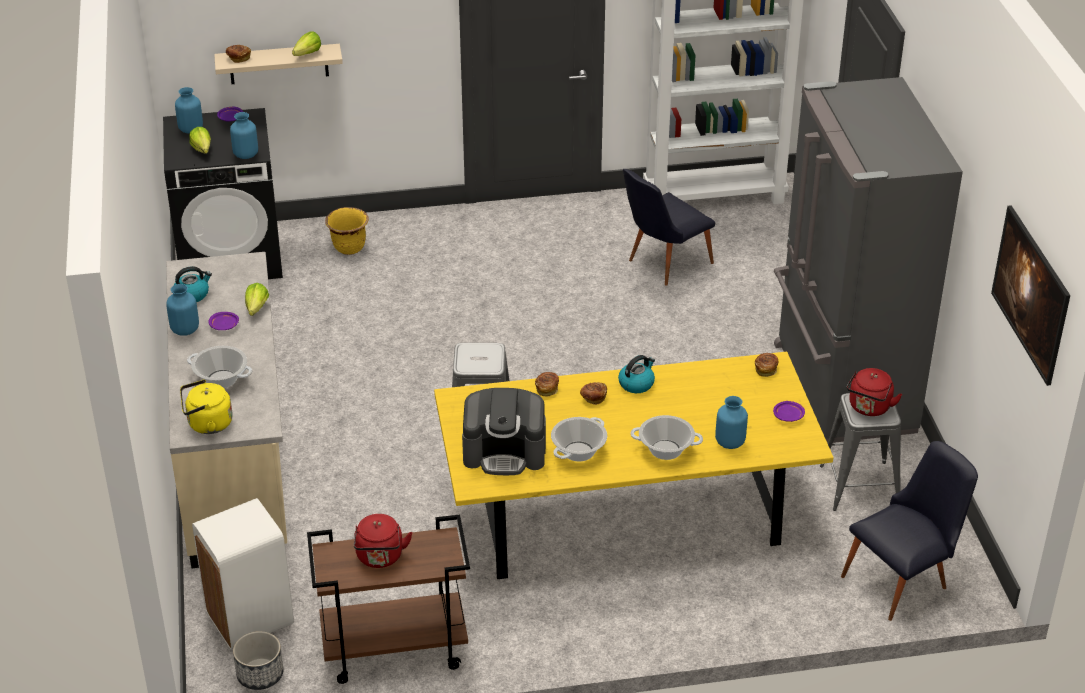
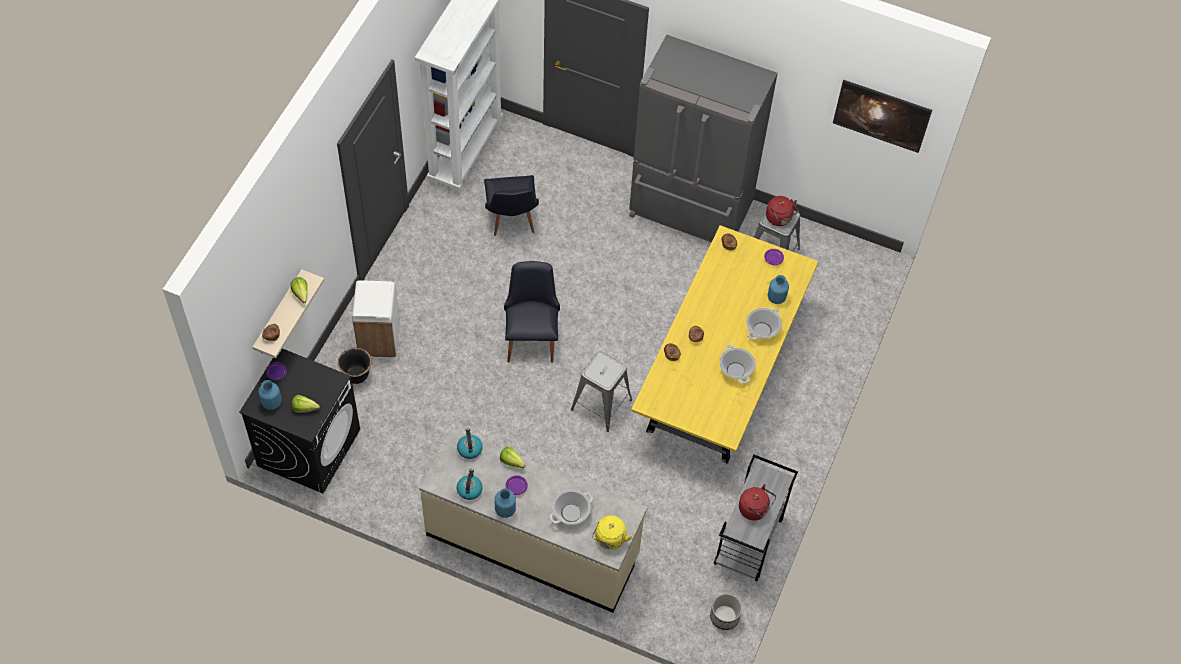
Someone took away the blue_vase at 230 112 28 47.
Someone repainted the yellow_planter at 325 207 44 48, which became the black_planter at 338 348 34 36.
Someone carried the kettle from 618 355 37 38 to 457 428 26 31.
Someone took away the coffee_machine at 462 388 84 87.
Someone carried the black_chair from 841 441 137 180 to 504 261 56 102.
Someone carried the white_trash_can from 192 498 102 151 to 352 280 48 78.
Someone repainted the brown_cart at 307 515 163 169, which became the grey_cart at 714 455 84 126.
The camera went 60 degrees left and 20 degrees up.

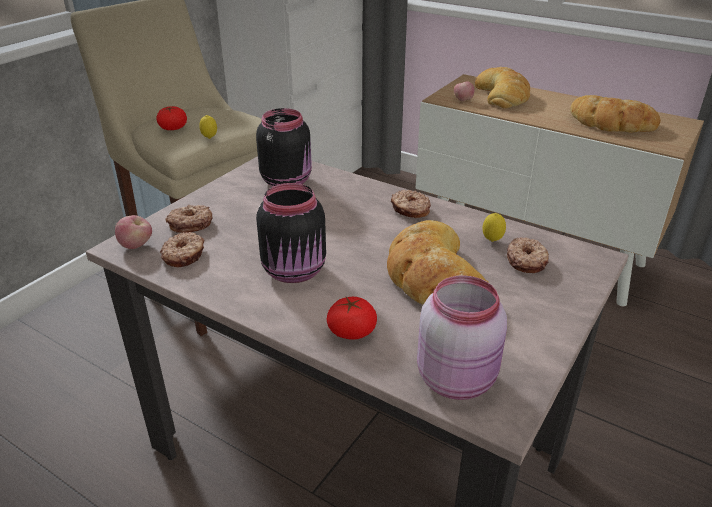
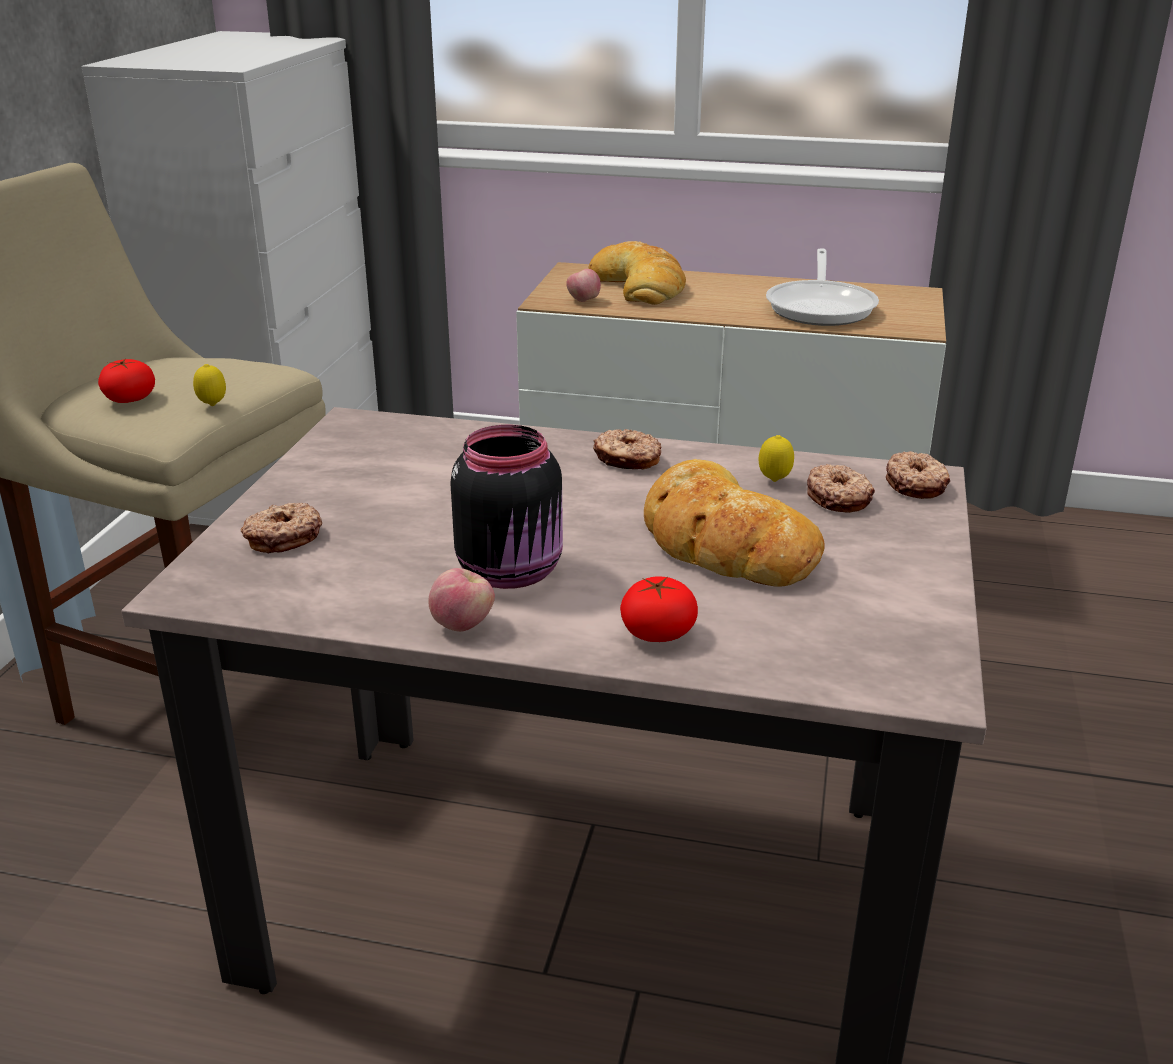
Someone swapped the bread at 570 95 91 38 for the frying_pan at 766 248 113 78.
Someone took away the black_jar at 256 108 56 79.
Someone carried the apple from 115 215 37 34 to 428 568 67 64.
Someone carried the donut from 160 232 44 35 to 886 451 64 48.
Someone took away the pink_jar at 417 275 90 125.
The camera went 20 degrees left and 5 degrees down.

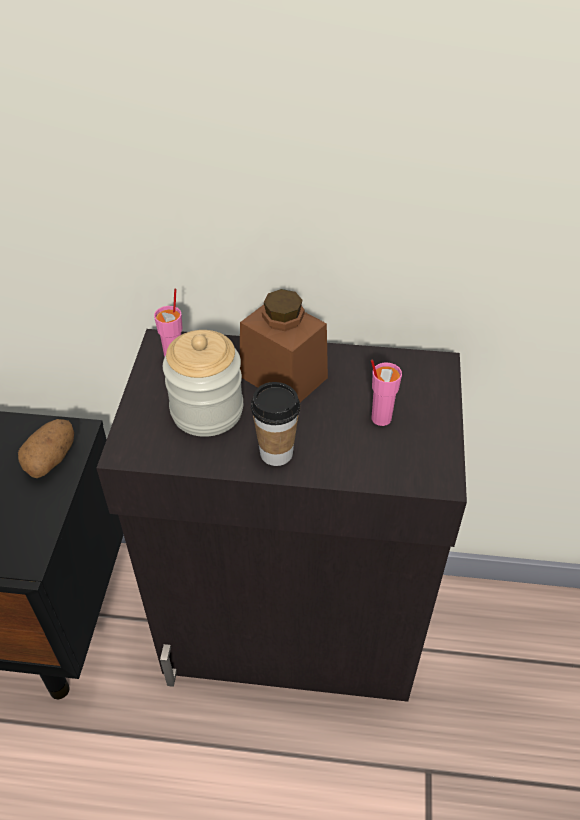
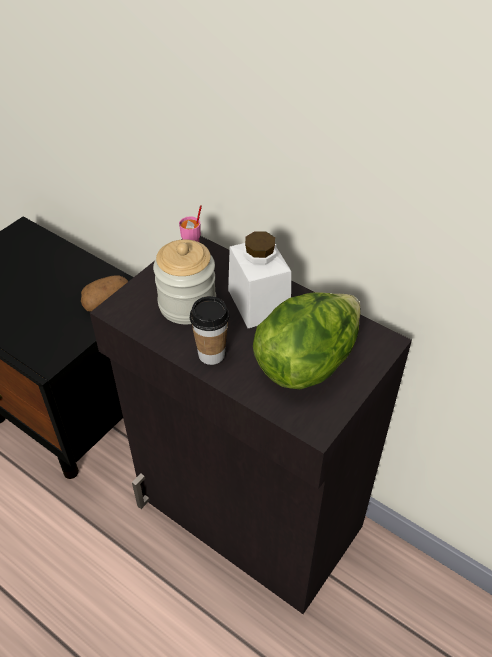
Someone repainted the brown_jar at 240 289 88 113, which became the white_jar at 228 231 63 97.
Someone swapped the pink_cup at 371 360 31 66 for the lettuce at 253 292 108 97.
The camera went 30 degrees right and 0 degrees up.

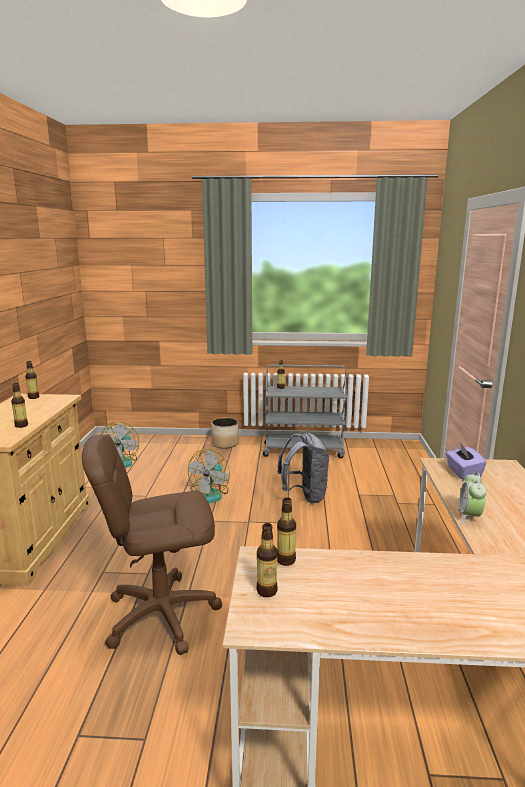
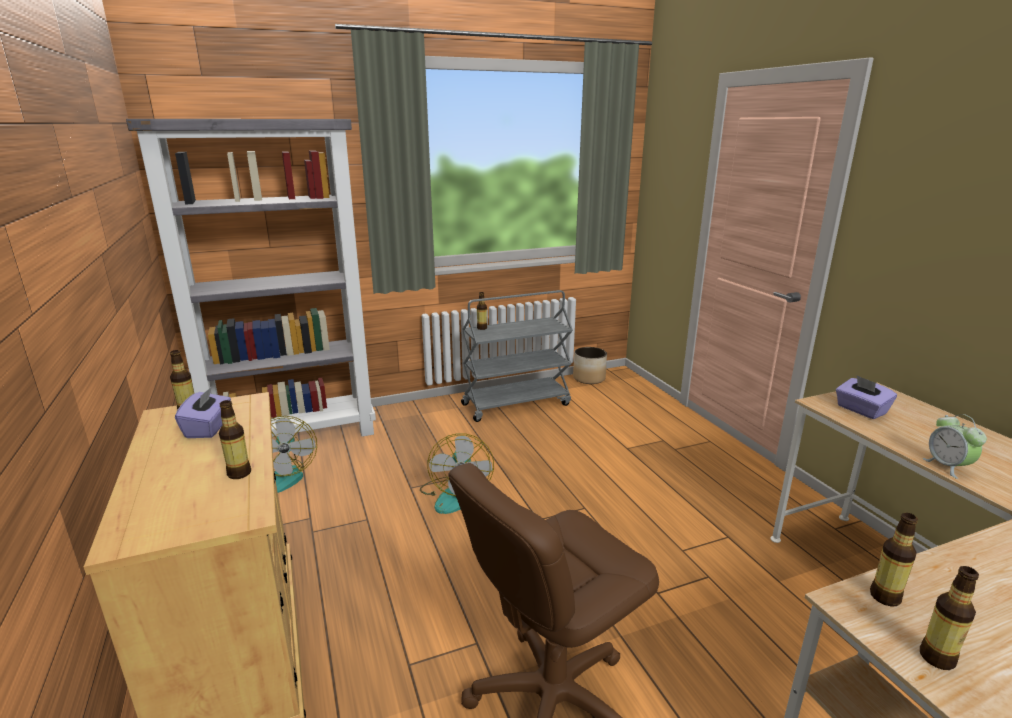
Someone carried the planter from 211 418 28 31 to 573 347 34 37.
Someone took away the grey_backpack at 277 432 52 71.
Someone put down the grey_bookcase at 126 119 250 318.
Someone put down the purple_tissue_box at 175 386 56 52.
The camera went 25 degrees left and 5 degrees up.

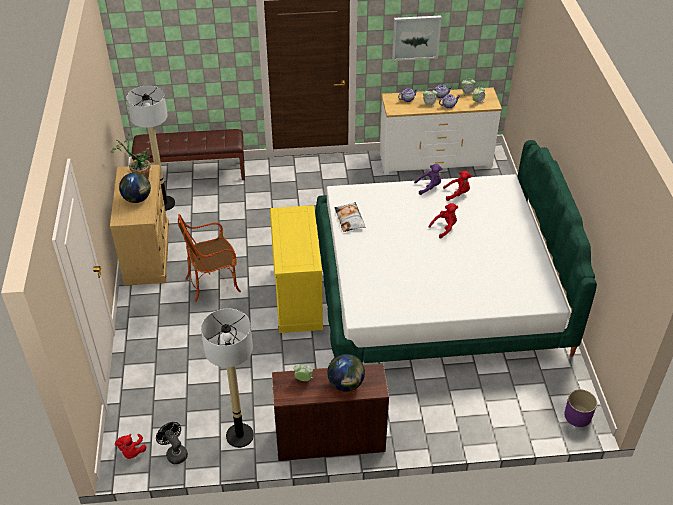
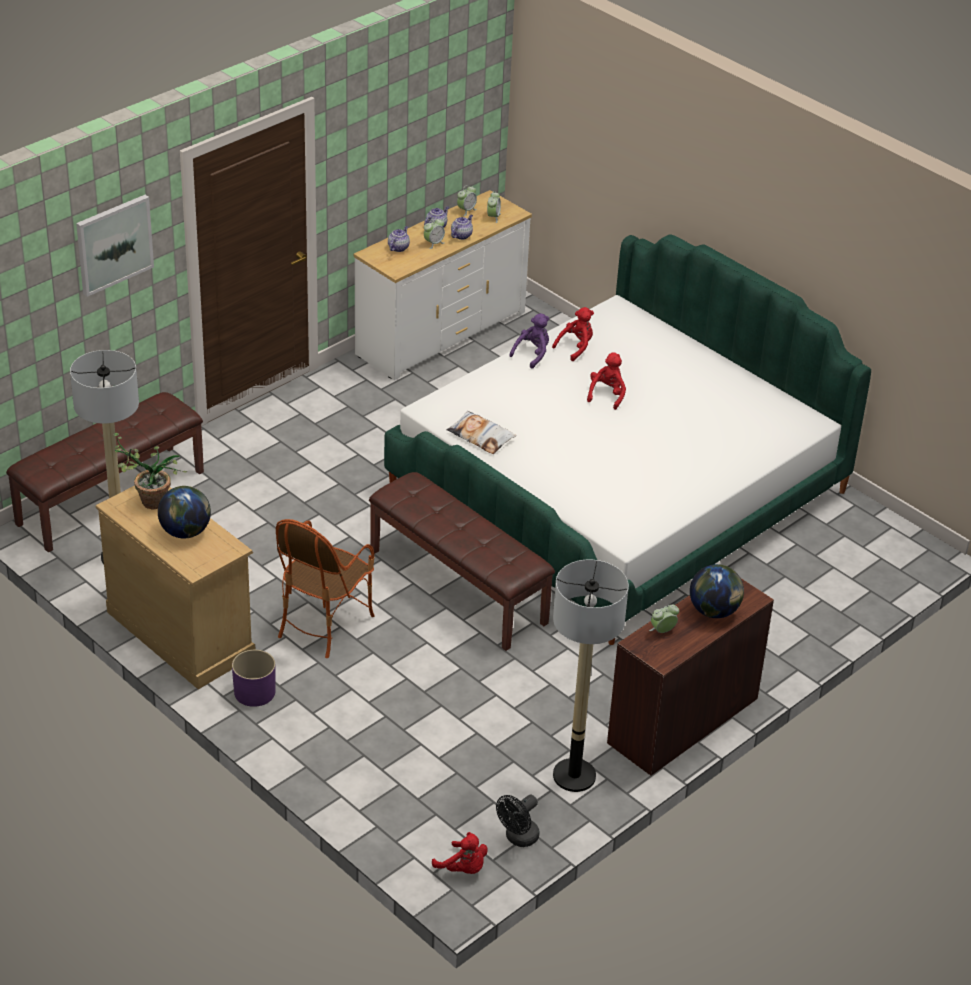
Someone carried the picture from 392 15 50 46 to 76 195 78 102.
Someone swapped the yellow_dresser at 270 205 53 128 for the brown_bench at 369 472 186 179.
Someone carried the purple_planter from 564 389 33 38 to 232 650 44 57.
Someone rotated the black_fan at 156 422 32 42 by 60 degrees counterclockwise.
The camera went 40 degrees left and 5 degrees down.

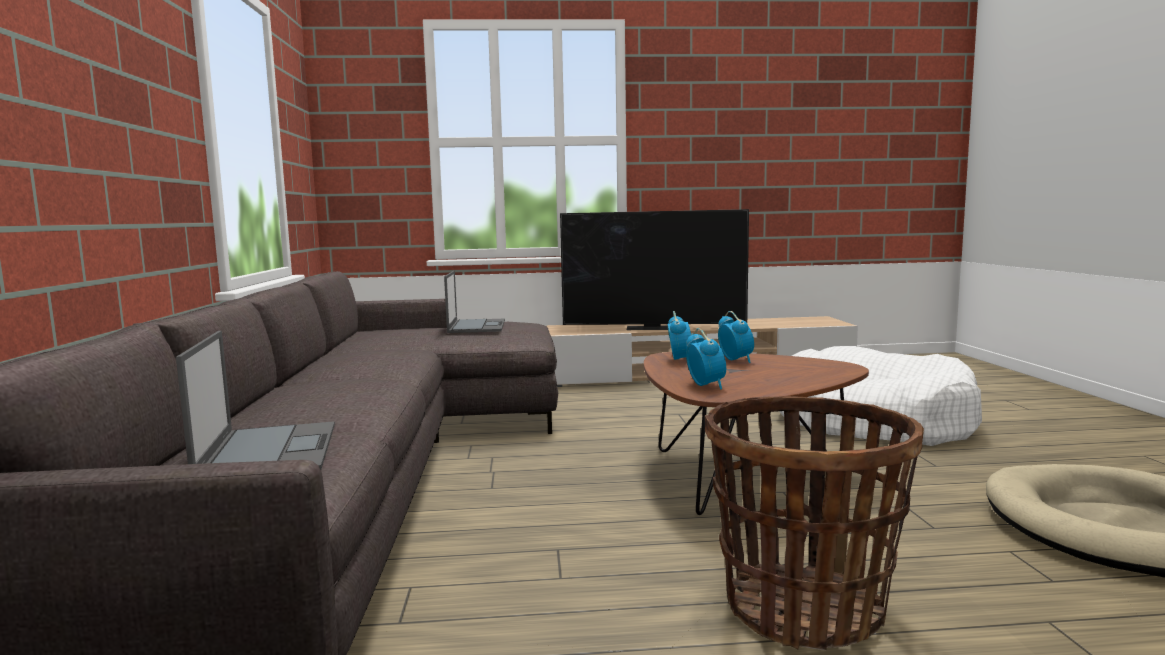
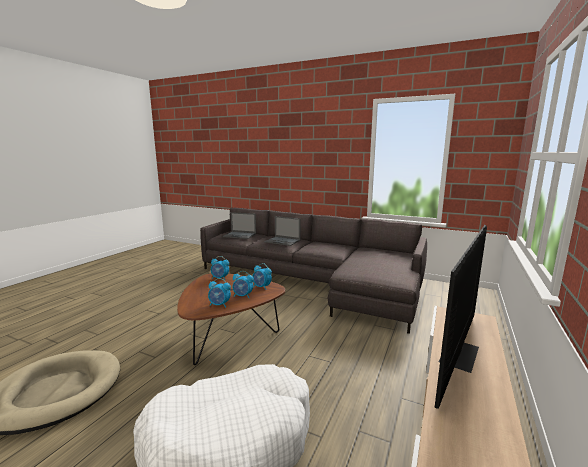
Someone carried the laptop from 444 271 61 62 to 264 216 37 30.
Someone took away the basket at 705 396 219 254.
Someone put down the alarm_clock at 208 278 23 29.
The camera went 120 degrees right and 5 degrees up.

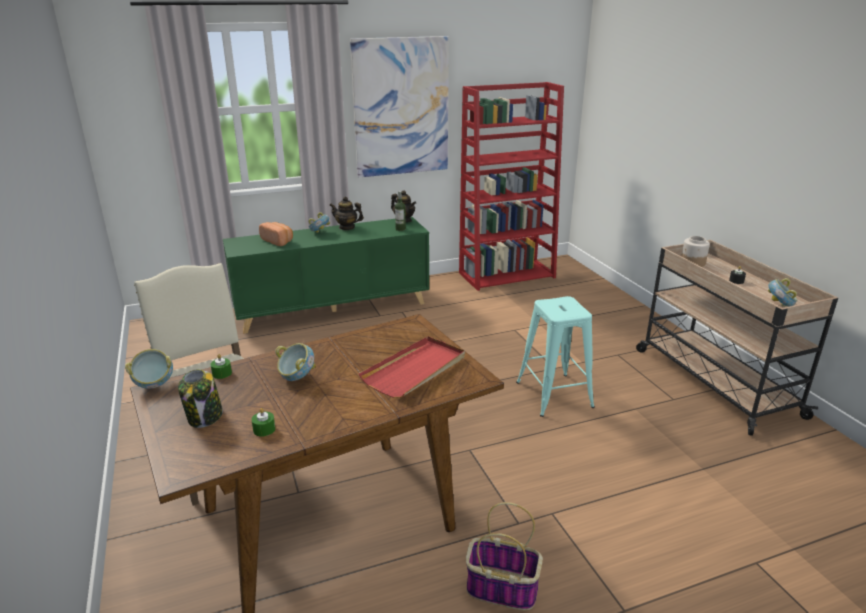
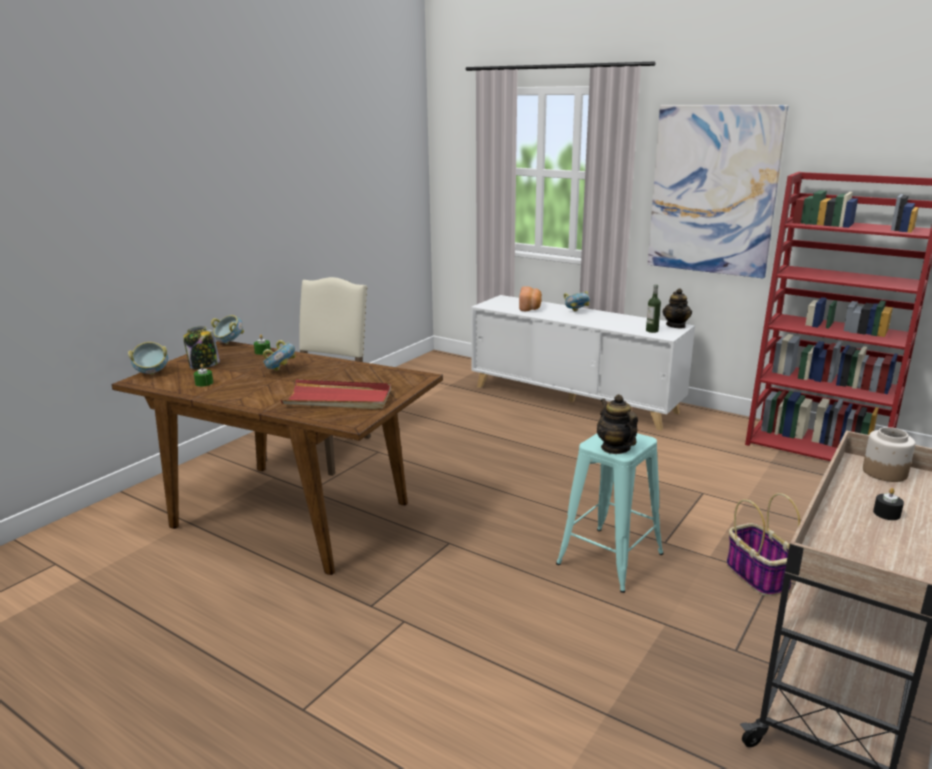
Someone carried the teapot from 329 196 35 34 to 597 394 41 60.
Someone repainted the green_cabinet at 223 217 206 117, which became the white_cabinet at 471 295 224 136.
Someone carried the bowl from 768 278 29 29 to 128 342 40 33.
Someone carried the basket from 466 502 77 108 to 726 493 74 103.
The camera went 55 degrees right and 5 degrees down.

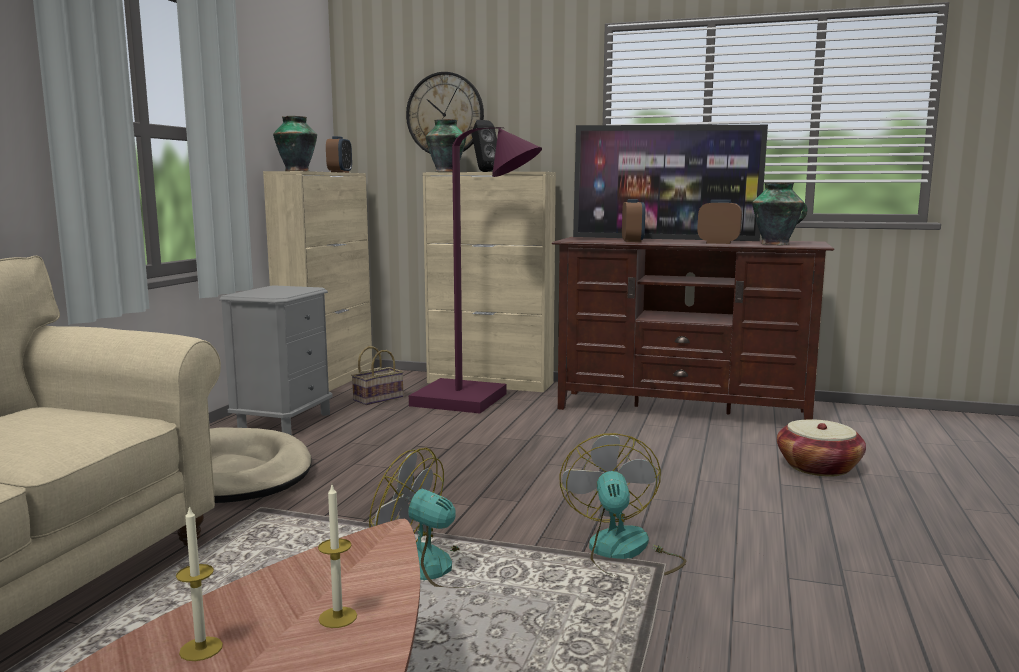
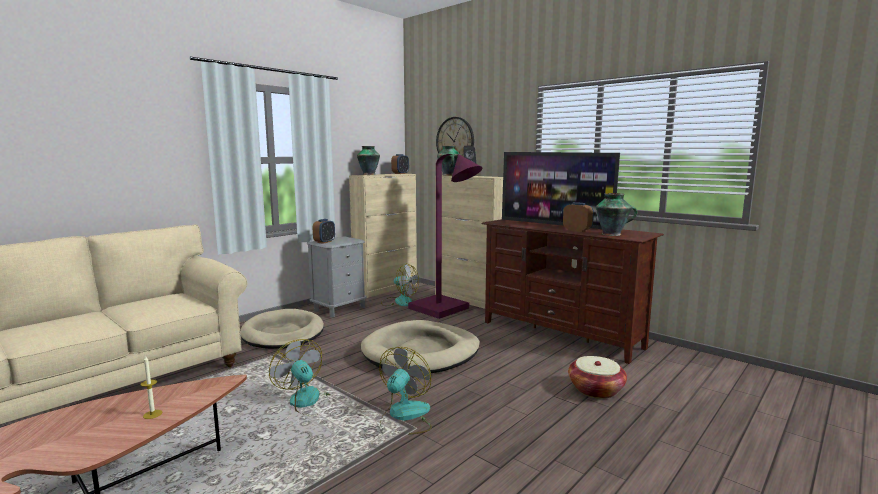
Someone carried the alarm_clock from 622 199 23 43 to 313 219 22 25.
Someone swapped the basket at 351 346 52 59 for the fan at 381 264 38 42.
Someone took away the candle at 176 505 47 156.
Someone put down the beige_dog_bed at 361 320 119 53.
The camera went 25 degrees right and 0 degrees up.

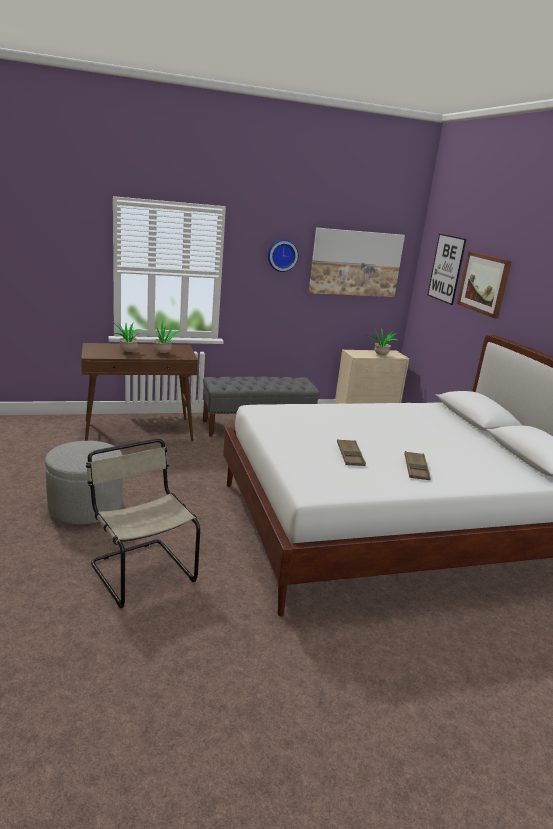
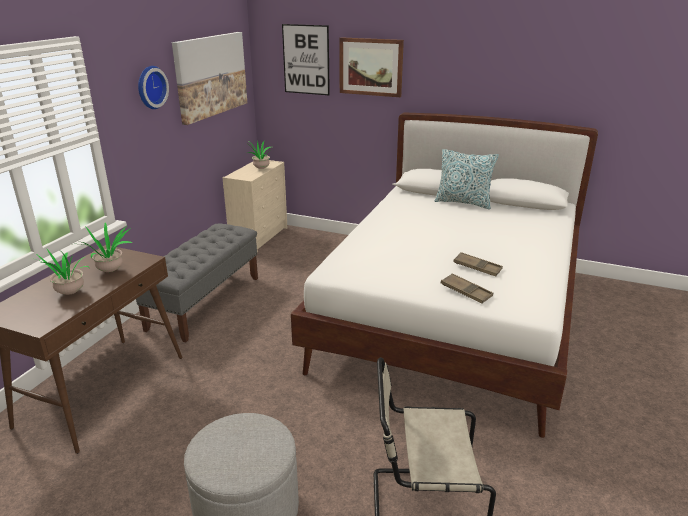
Someone carried the brown_tray from 404 451 27 29 to 441 273 52 31.
Someone put down the pillow at 435 149 64 60.
The camera went 50 degrees left and 5 degrees up.

